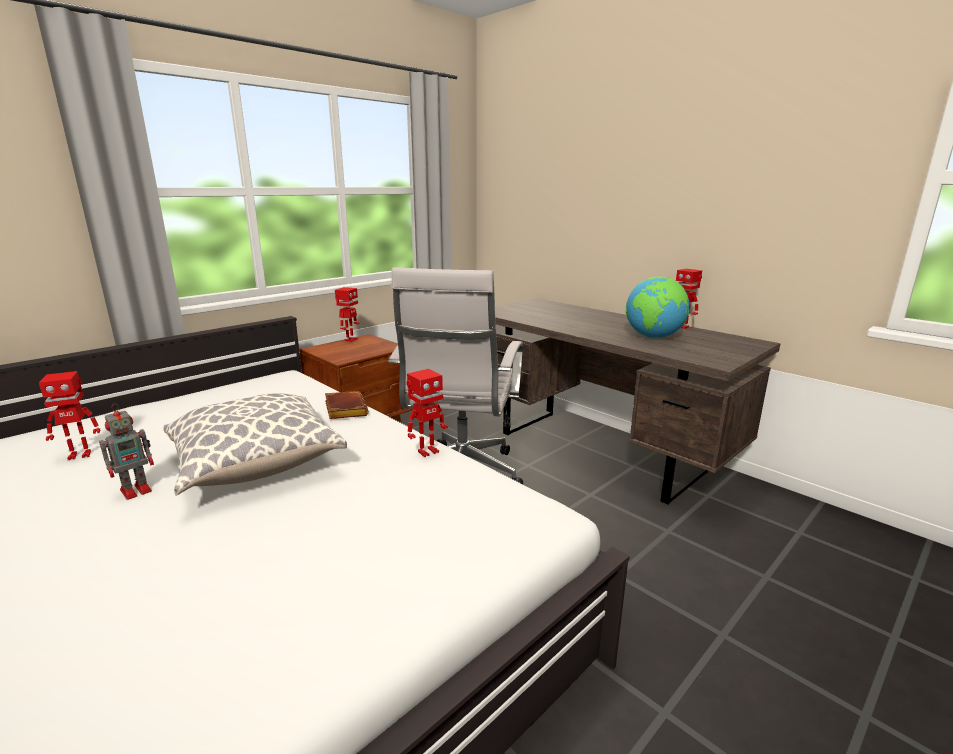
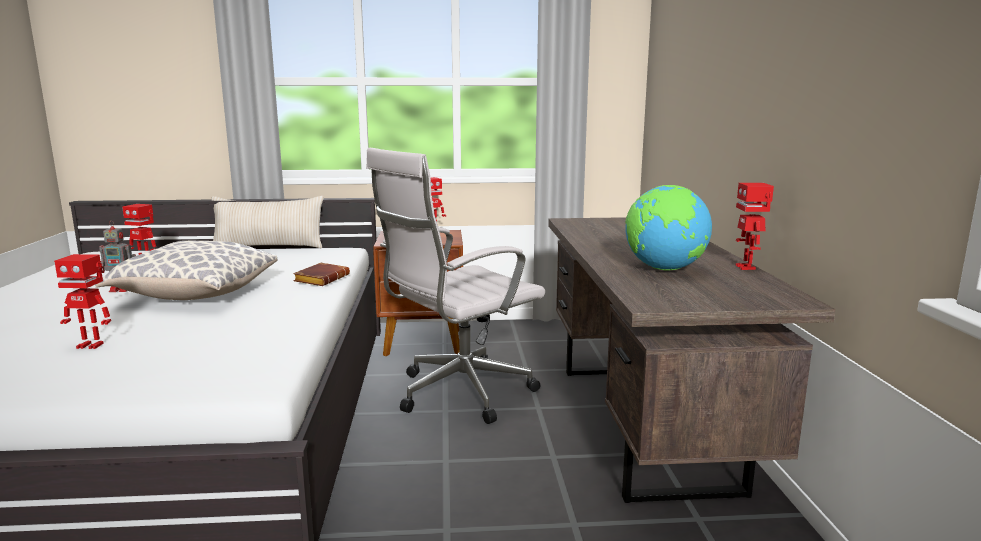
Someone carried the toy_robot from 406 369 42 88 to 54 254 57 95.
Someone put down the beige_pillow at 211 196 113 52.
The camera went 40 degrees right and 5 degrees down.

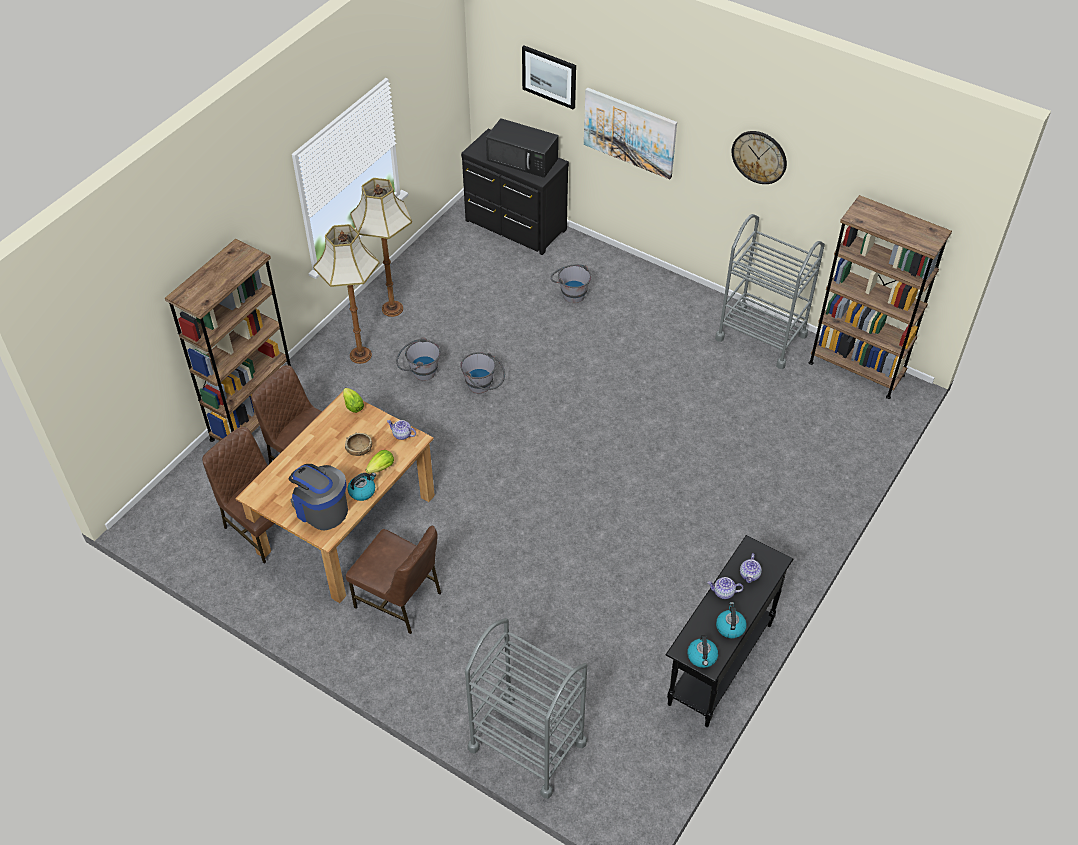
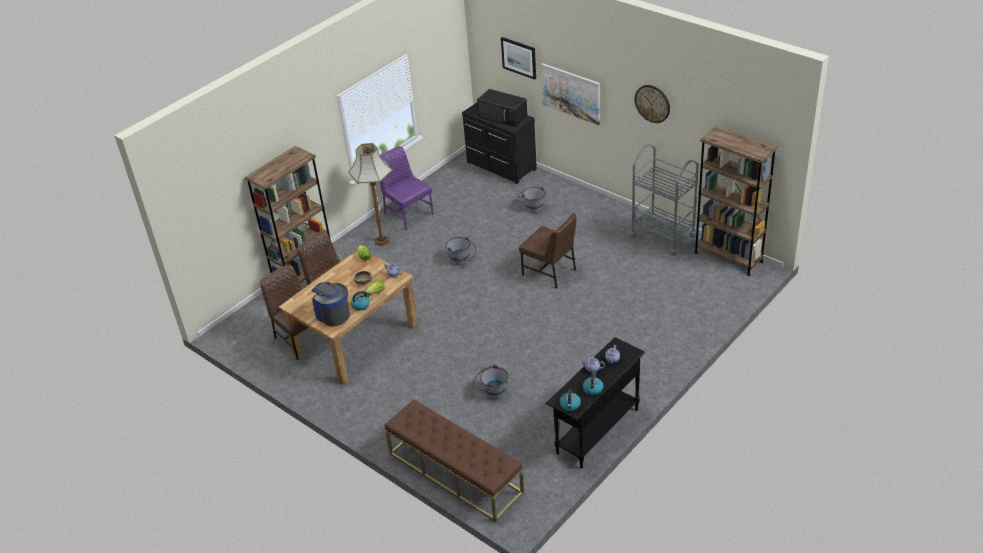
Someone swapped the floor_lamp at 350 178 62 139 for the purple_chair at 380 146 54 84.
Someone carried the grey_bucket from 396 337 45 44 to 473 364 35 35.
Someone carried the brown_chair from 346 526 95 108 to 519 213 58 75.
Someone swapped the grey_cart at 465 618 122 181 for the brown_bench at 385 400 139 122.
The camera went 10 degrees right and 10 degrees down.

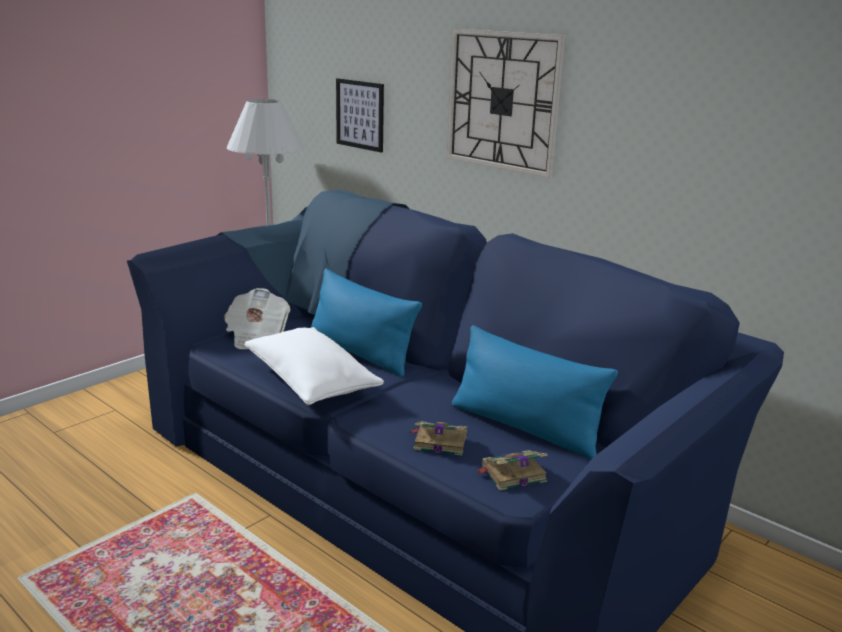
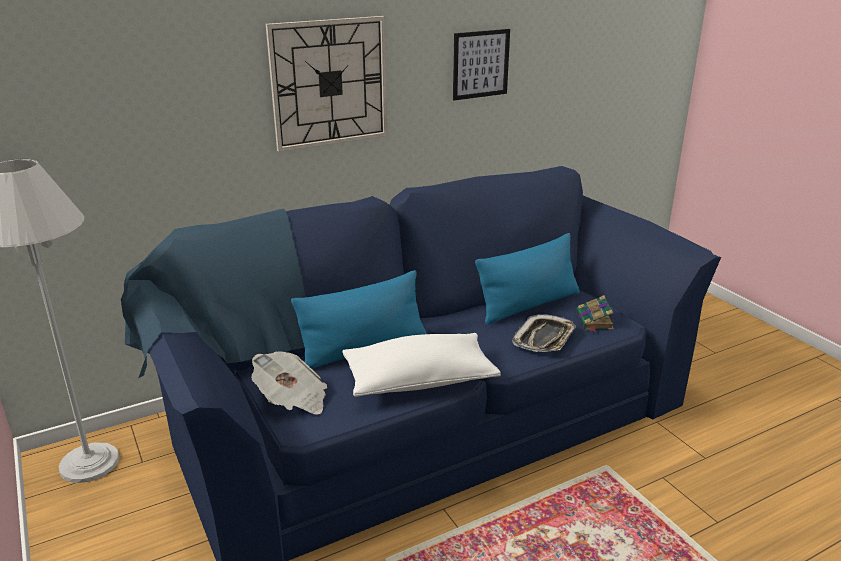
Someone carried the picture from 336 78 48 74 to 453 29 57 71.
Someone swapped the book at 409 421 59 34 for the tray at 512 314 64 38.
The camera went 70 degrees left and 5 degrees up.

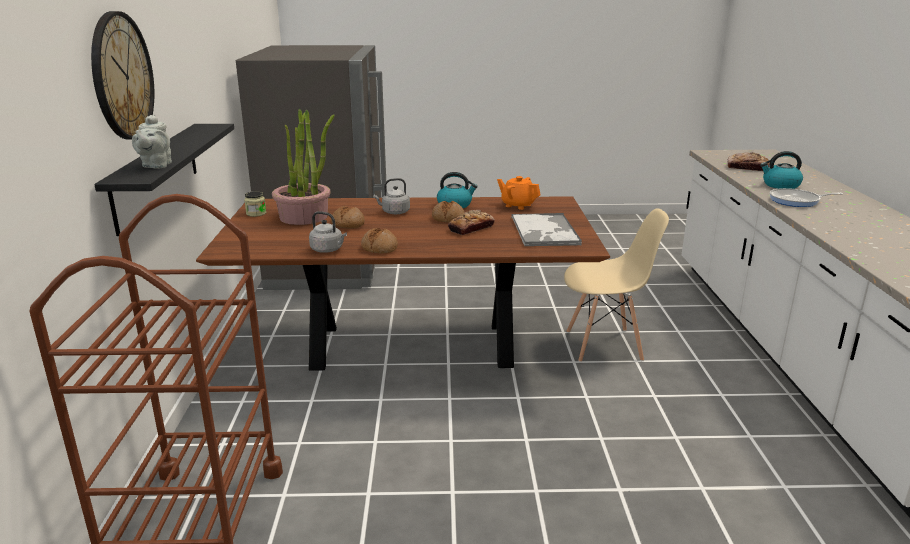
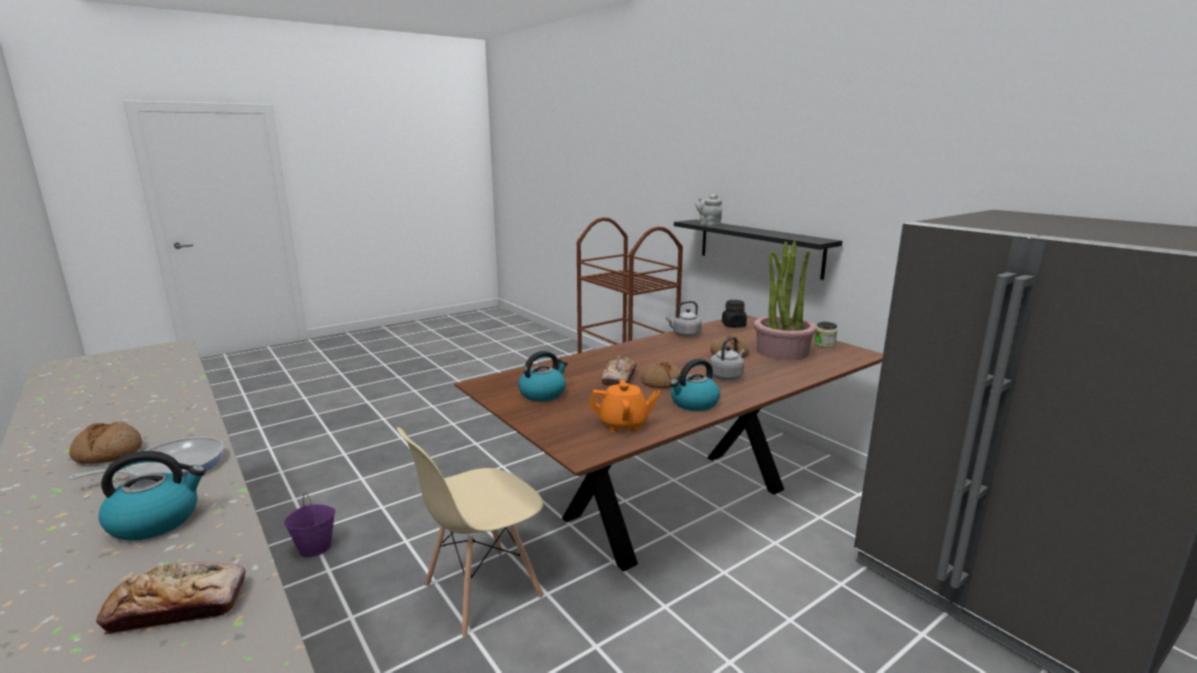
Someone took away the wall_clock at 91 11 63 129.
Someone swapped the tray at 511 213 71 33 for the kettle at 518 351 50 50.
Someone carried the bread from 361 228 37 26 to 69 422 73 42.
Someone put down the black_jar at 722 300 25 28.
Someone put down the purple_bucket at 284 493 52 64.
The camera went 145 degrees right and 5 degrees down.

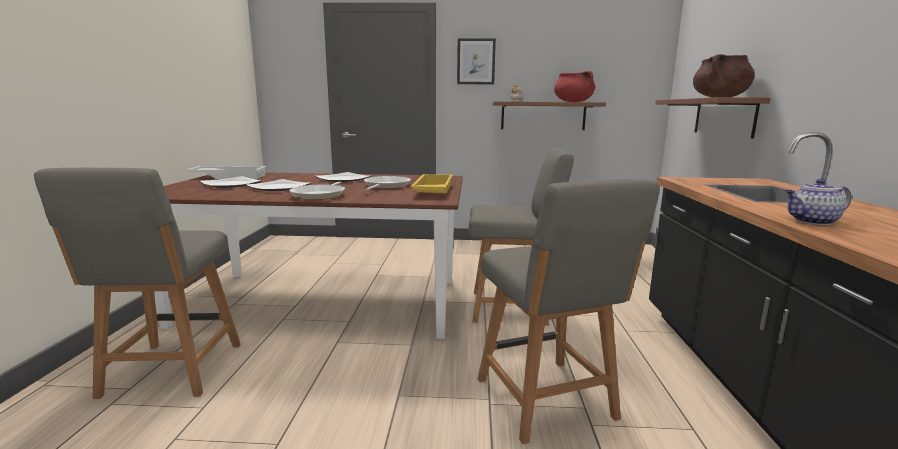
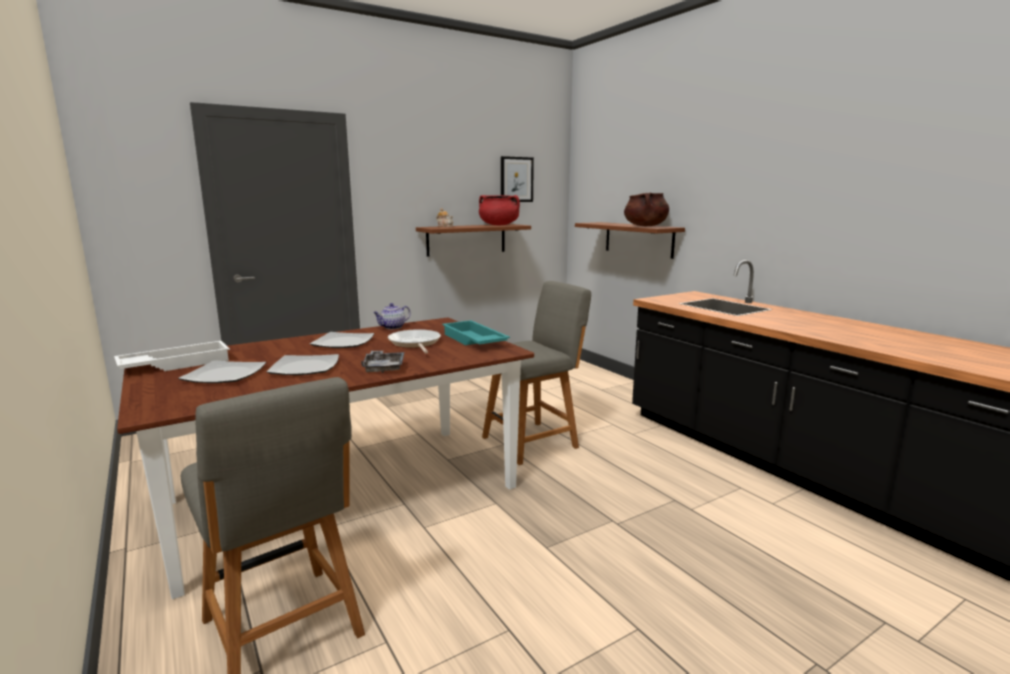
Someone carried the picture from 457 38 39 46 to 501 156 33 46.
Someone repainted the yellow_tray at 411 174 42 19, which became the turquoise_tray at 442 320 68 25.
Someone took away the grey_chair at 478 179 182 265.
Someone carried the teapot from 785 179 66 46 to 373 303 38 26.
Someone swapped the frying_pan at 290 181 55 19 for the grey_tray at 361 350 43 23.
The camera went 35 degrees left and 0 degrees up.

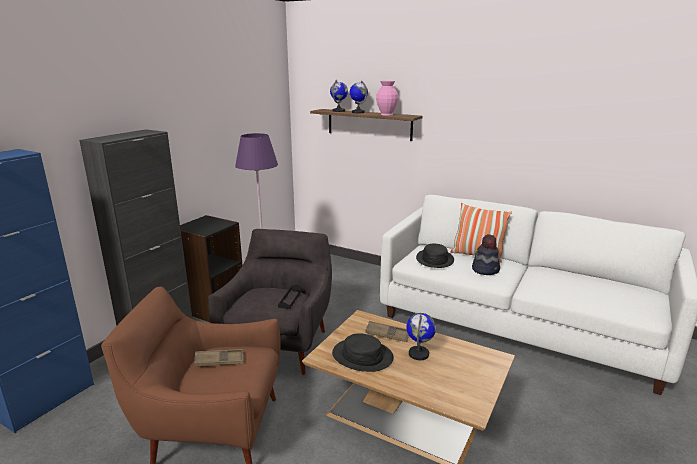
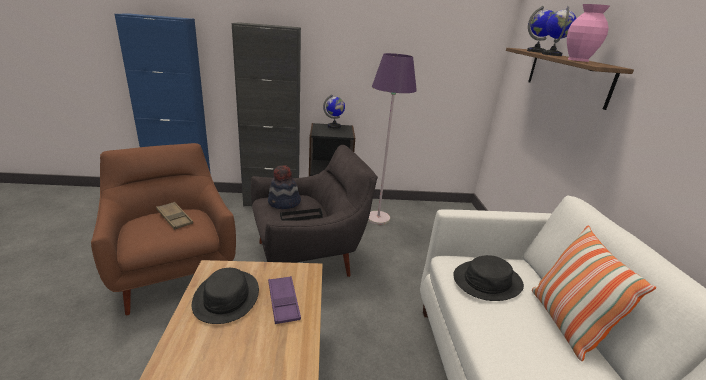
Someone carried the hat from 472 234 28 41 to 268 165 33 44.
Someone carried the globe from 406 313 30 47 to 323 94 22 35.
Someone repainted the brown_tray at 365 321 44 21, which became the purple_tray at 268 276 33 48.
The camera went 55 degrees right and 5 degrees up.

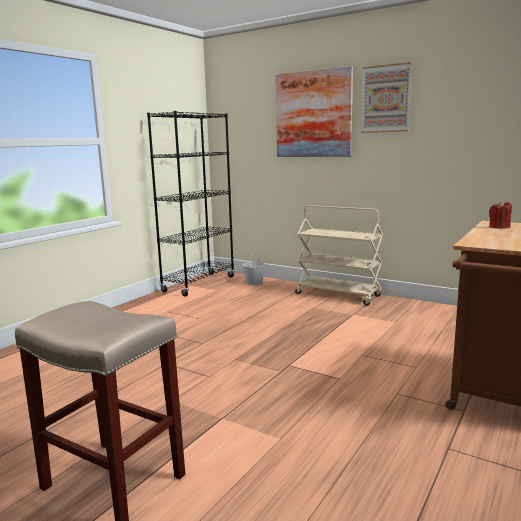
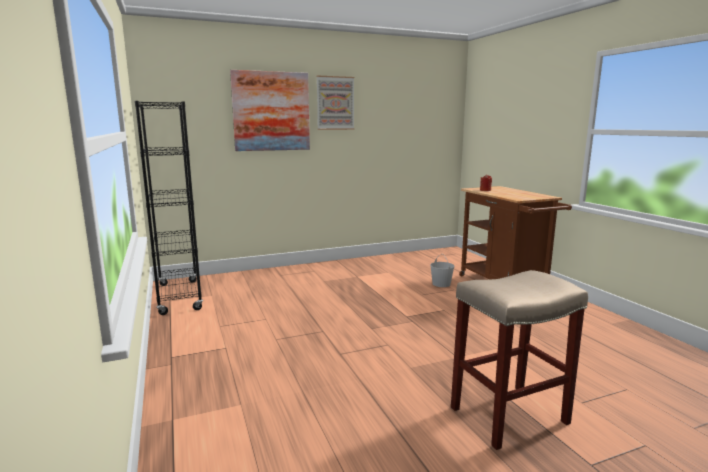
Someone took away the beige_cart at 295 205 88 100.
Someone carried the white_bucket from 243 253 22 32 to 430 254 25 33.
The camera went 55 degrees left and 0 degrees up.

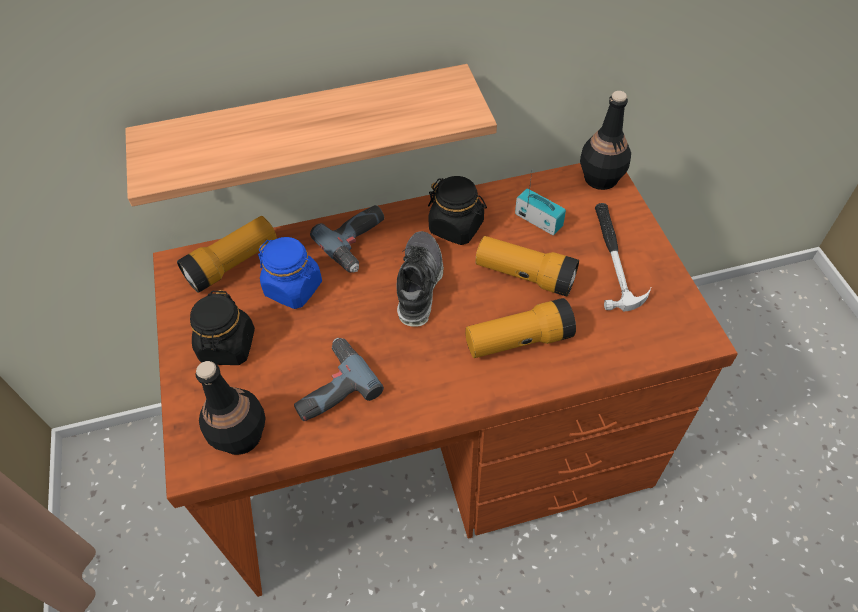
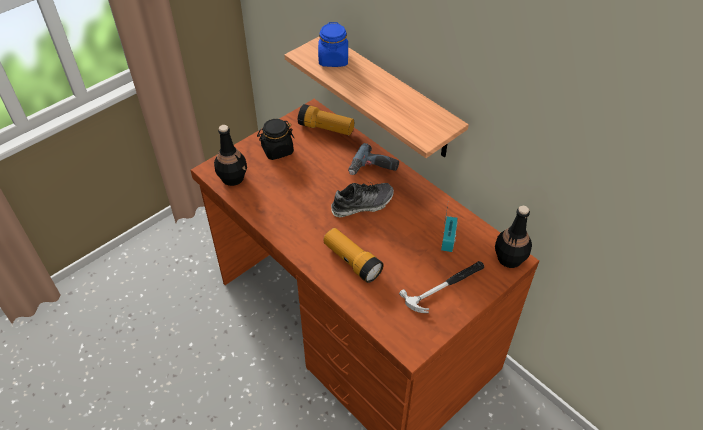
Someone took away the black_jar at 428 176 59 69.
Someone took away the flashlight at 476 236 103 60.
Someone carried the blue_jar from 258 237 64 72 to 318 22 30 45.
Someone took away the power_drill at 294 338 90 83.
The camera went 60 degrees right and 5 degrees down.

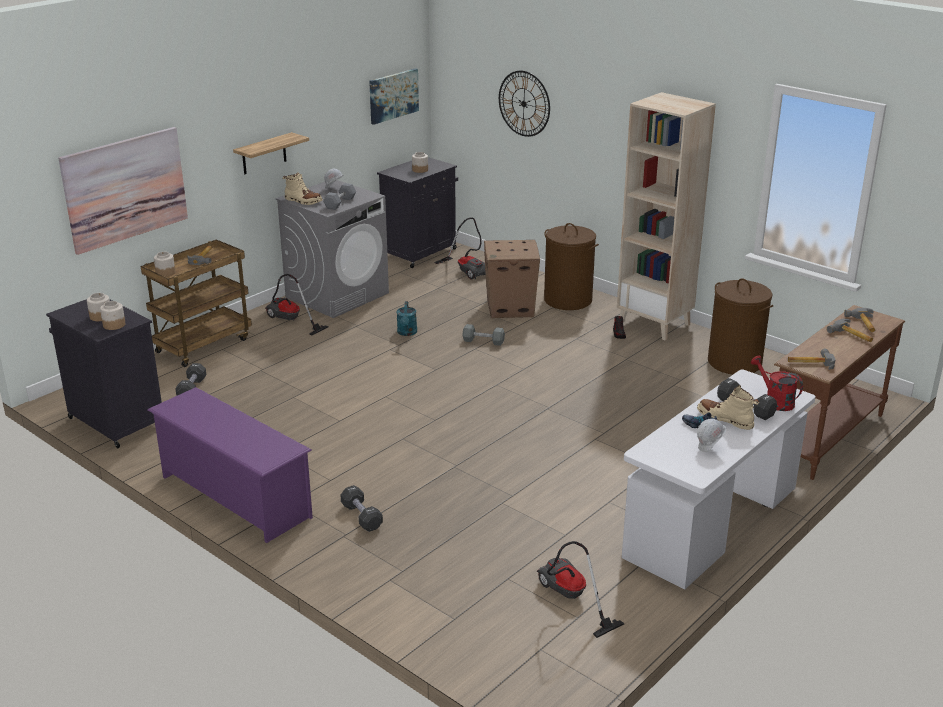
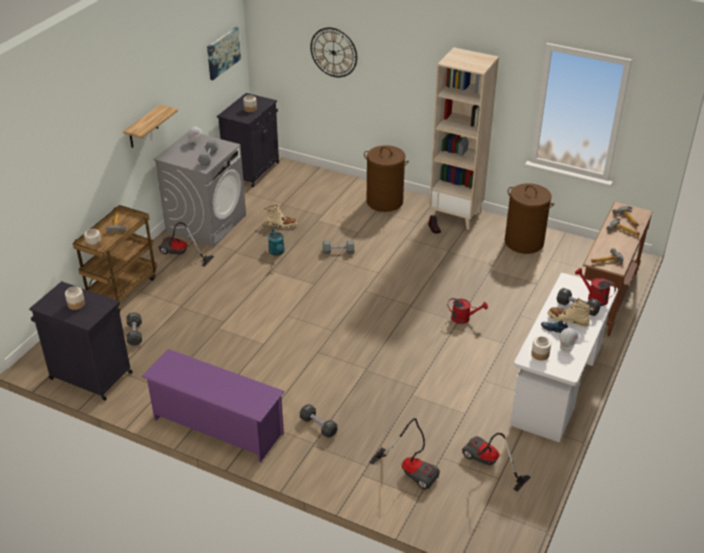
Someone took away the picture at 58 127 130 128.
Someone carried the beige_boot from 282 172 41 33 to 264 205 34 24.
Someone carried the vacuum_cleaner from 434 217 52 62 to 369 418 71 72.
Someone took away the cardboard_box at 484 240 56 78.
Someone carried the jar from 100 301 25 29 to 531 336 20 25.
Someone put down the red_watering_can at 448 298 40 26.
The camera went 15 degrees left and 10 degrees up.

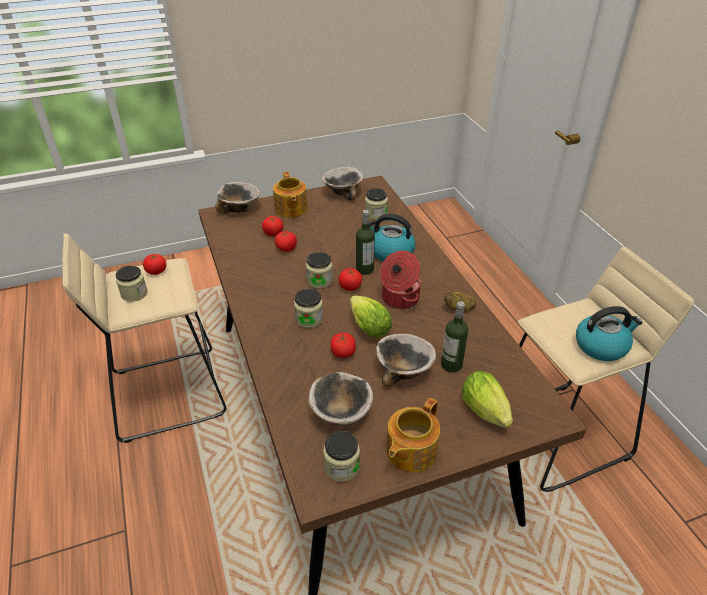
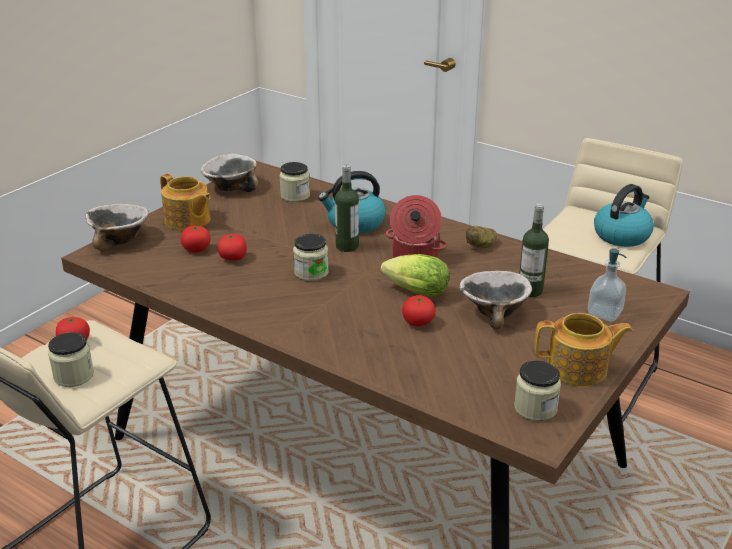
Someone took away the tomato at 339 268 23 23.
Someone took away the jar at 294 289 29 39.
Someone swapped the lettuce at 462 371 51 57 for the soap_dispenser at 588 248 38 73.
Someone took away the bowl at 309 372 64 53.
Someone rotated the teapot at 386 397 54 76 by 90 degrees counterclockwise.
The camera went 35 degrees left and 10 degrees down.

